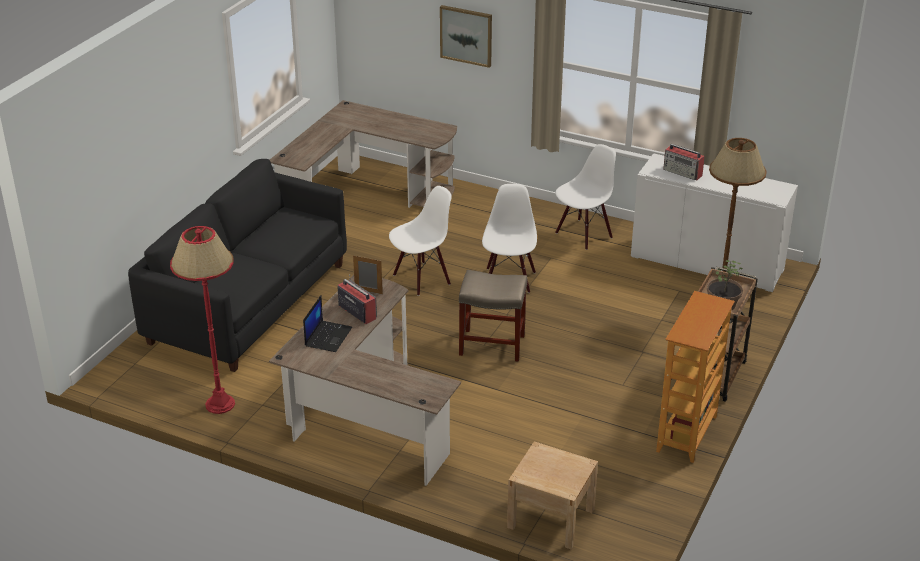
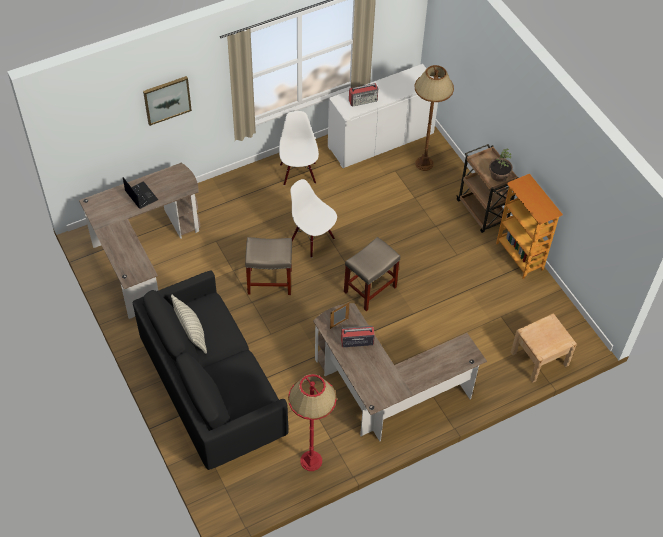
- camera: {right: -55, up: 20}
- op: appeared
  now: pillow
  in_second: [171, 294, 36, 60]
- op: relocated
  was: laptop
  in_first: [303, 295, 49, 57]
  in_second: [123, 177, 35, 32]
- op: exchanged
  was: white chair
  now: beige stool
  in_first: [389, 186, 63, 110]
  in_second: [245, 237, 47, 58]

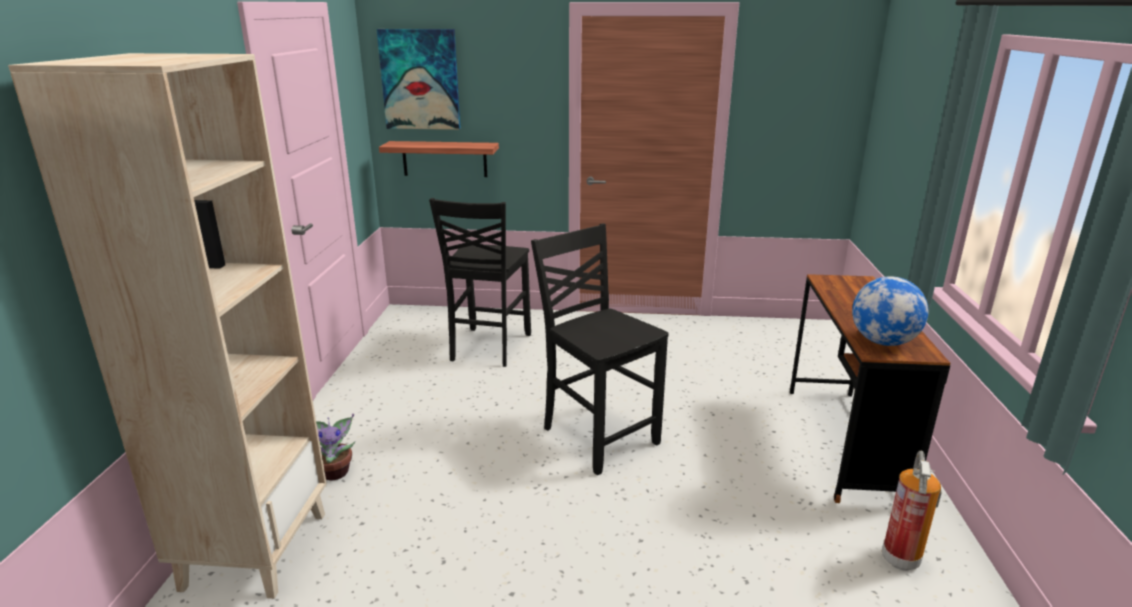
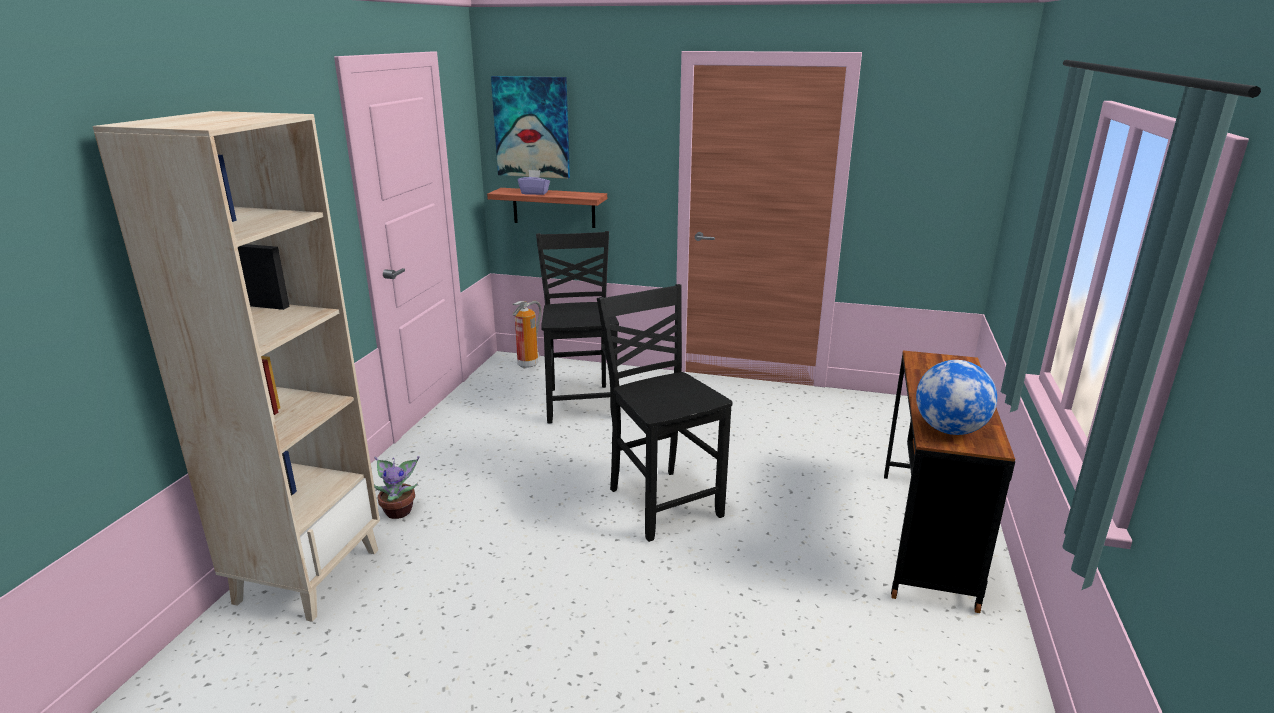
- camera: {right: 10, up: 0}
- op: appeared
  now: purple tissue box
  in_second: [518, 170, 32, 25]
- op: relocated
  was: fire extinguisher
  in_first: [882, 451, 59, 120]
  in_second: [513, 301, 29, 68]
- op: spun
  was: black chair
  in_first: [429, 198, 102, 169]
  in_second: [536, 231, 83, 192]
  clockwise: 150

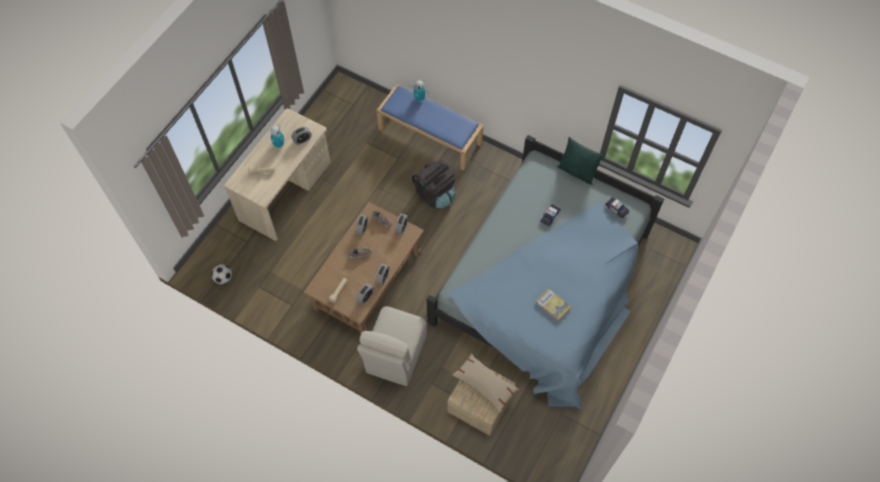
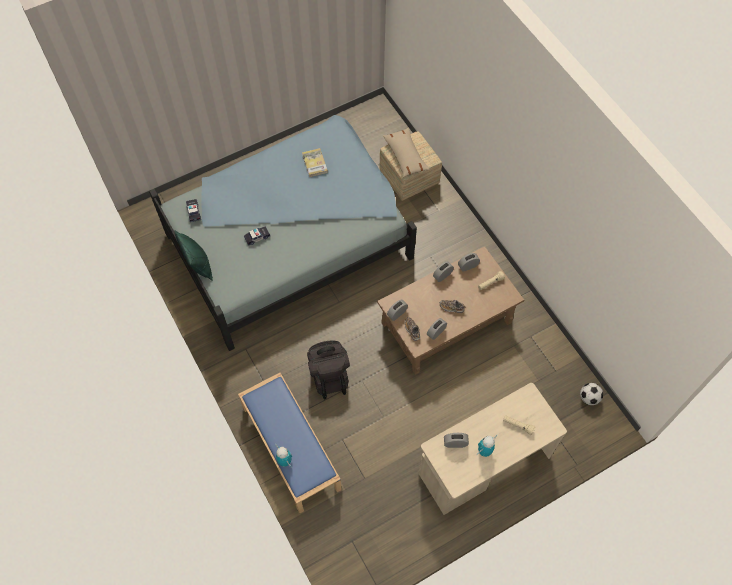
- camera: {right: -150, up: 0}
- op: missing
  was: beige chair
  in_first: [357, 306, 70, 80]

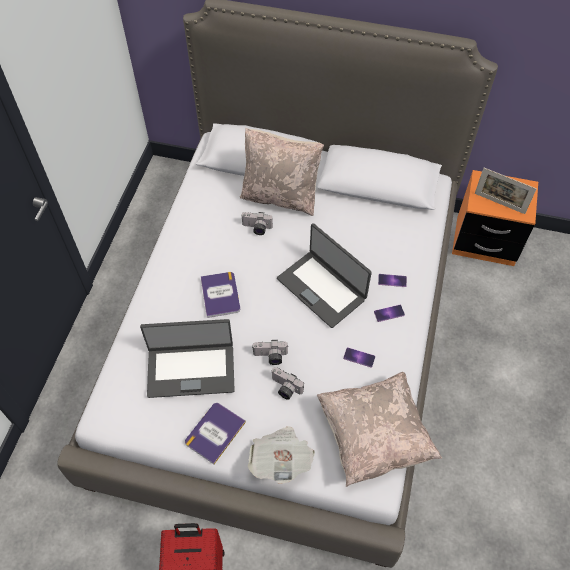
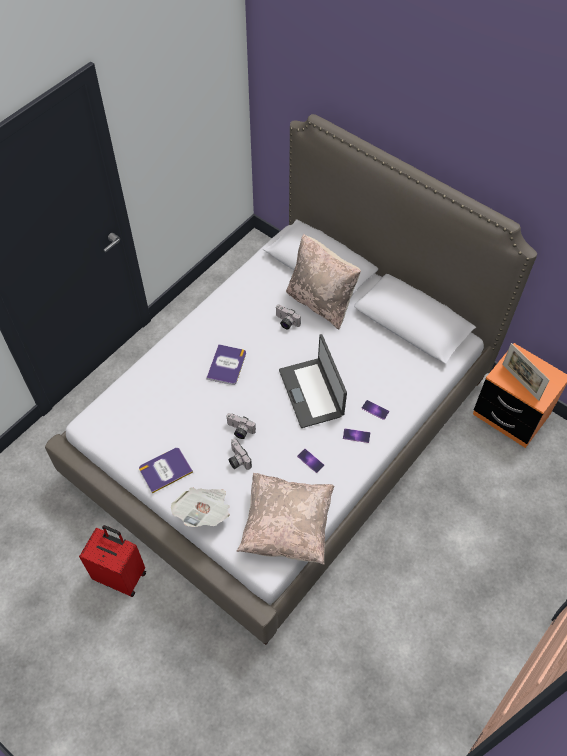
- camera: {right: 25, up: 0}
- op: missing
  was: laptop
  in_first: [140, 319, 95, 79]

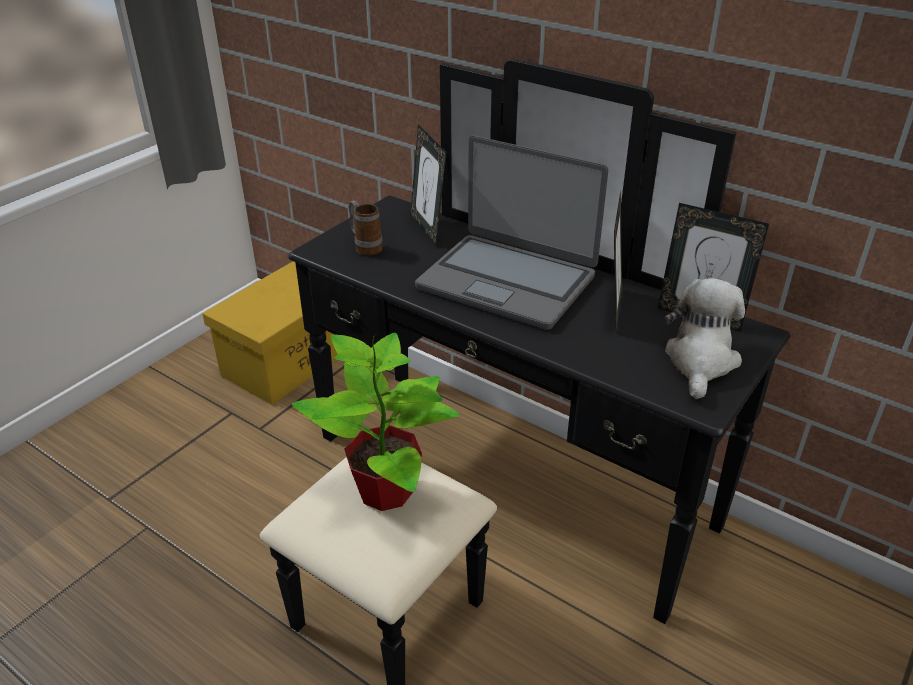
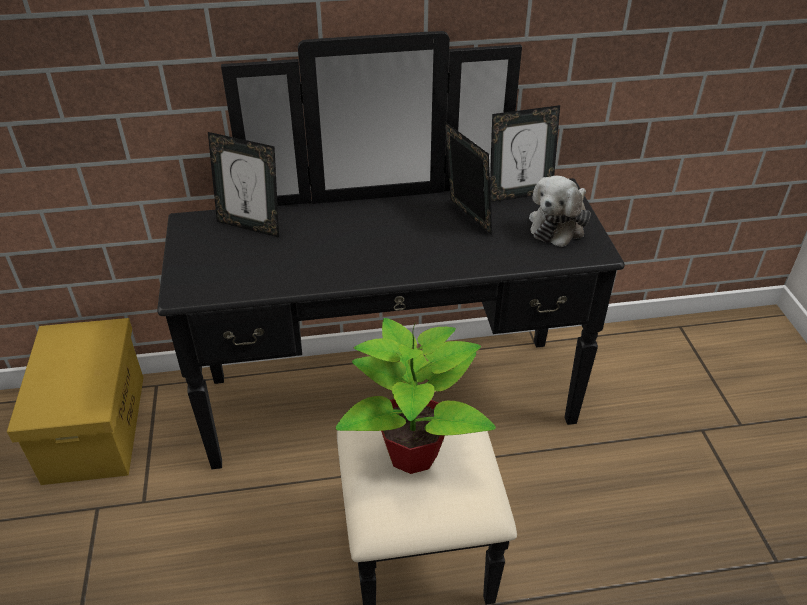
- camera: {right: -45, up: 5}
- op: missing
  was: mug
  in_first: [349, 201, 34, 55]
- op: missing
  was: laptop
  in_first: [415, 136, 193, 194]
- op: spun
  was: plush toy
  in_first: [665, 278, 80, 121]
  in_second: [529, 176, 62, 71]
  clockwise: -120

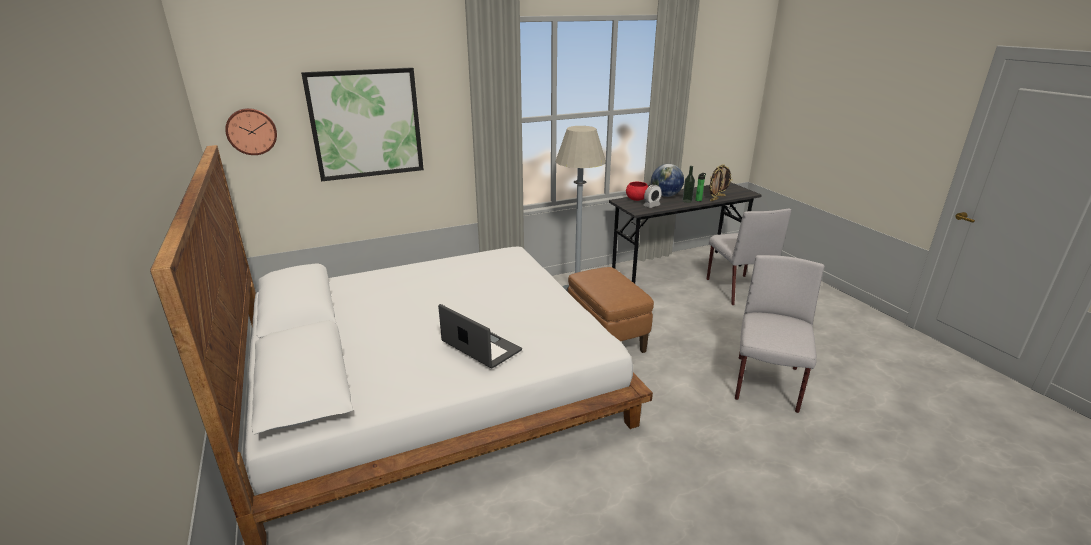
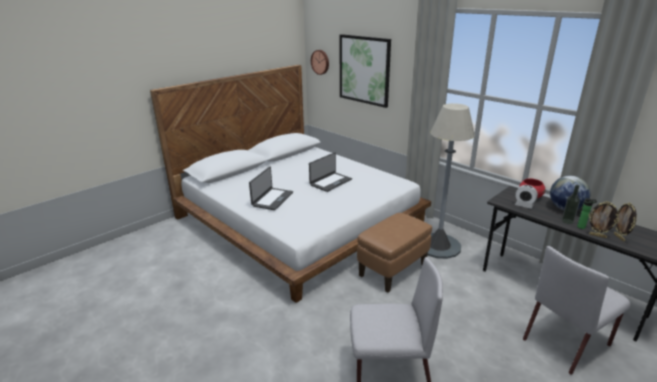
- camera: {right: 70, up: 0}
- op: appeared
  now: laptop
  in_second: [309, 152, 43, 40]

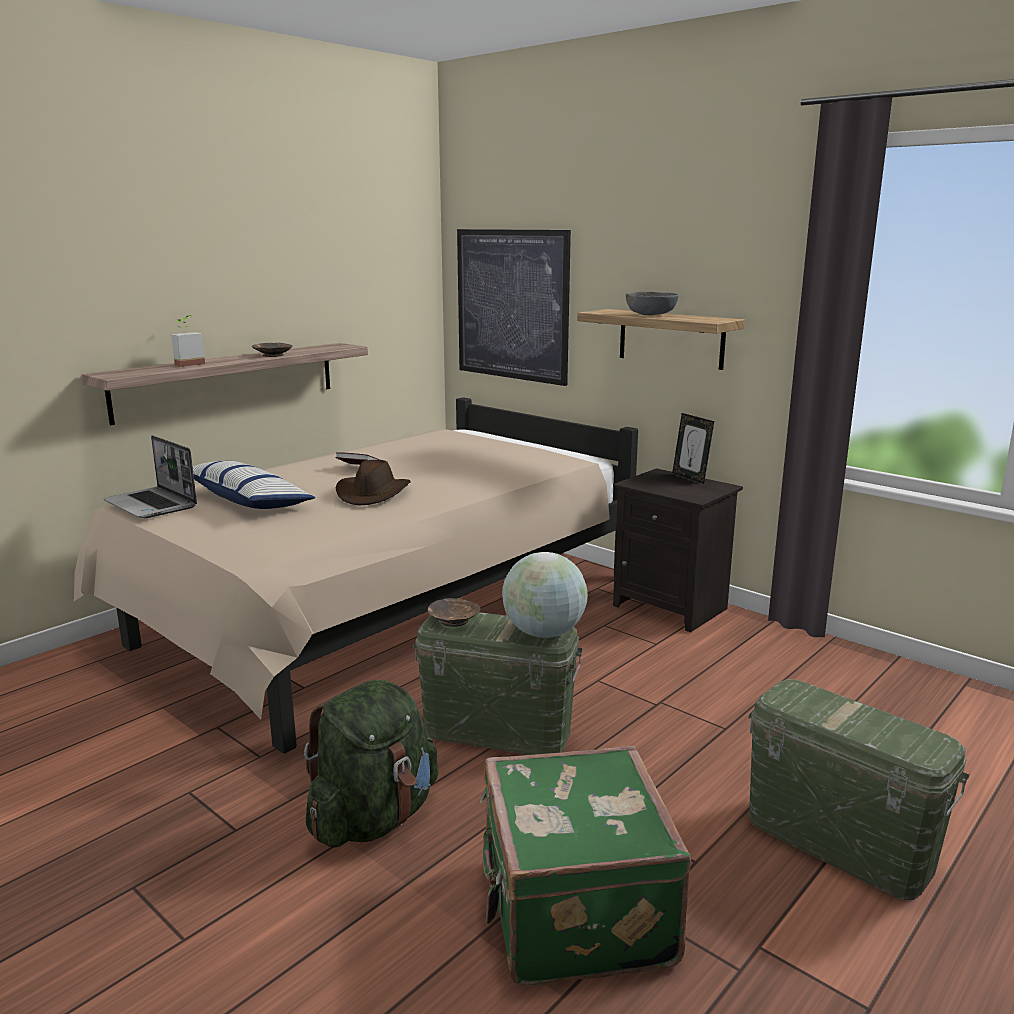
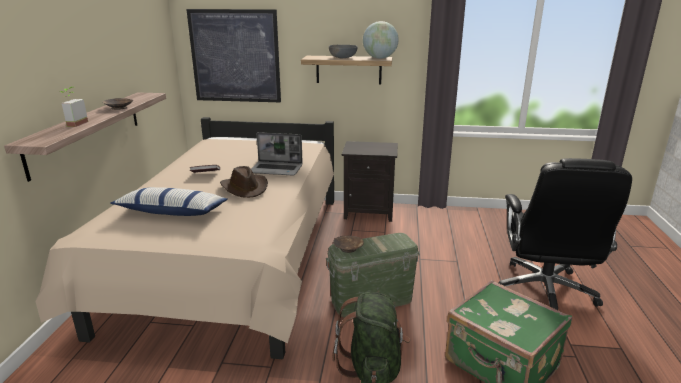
- camera: {right: -35, up: 5}
- op: missing
  was: picture frame
  in_first: [672, 413, 42, 71]
- op: relocated
  was: laptop
  in_first: [103, 435, 94, 83]
  in_second: [251, 132, 52, 44]
- op: relocated
  was: globe
  in_first: [502, 552, 86, 86]
  in_second: [363, 21, 36, 38]
- op: exchanged
  was: green storage box
  now: black office chair
  in_first: [748, 679, 222, 221]
  in_second: [498, 158, 134, 152]

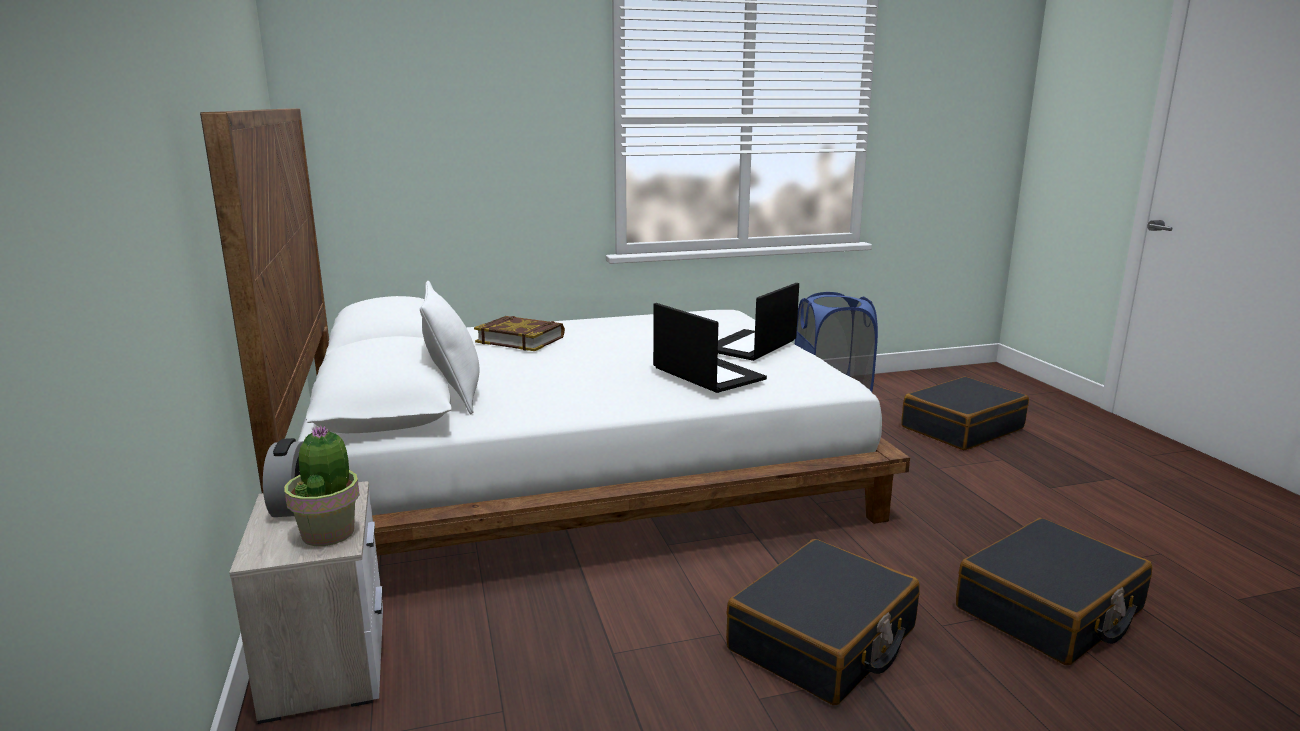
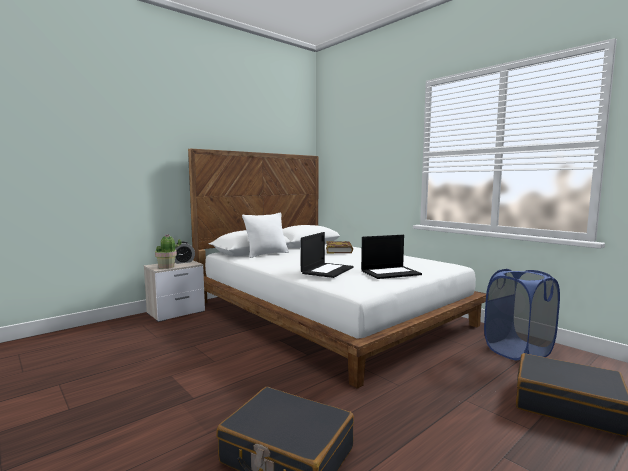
- camera: {right: 65, up: -10}
- op: missing
  was: black suitcase
  in_first: [726, 539, 194, 166]
- op: spun
  was: laptop
  in_first: [718, 283, 81, 78]
  in_second: [361, 235, 61, 44]
  clockwise: 150

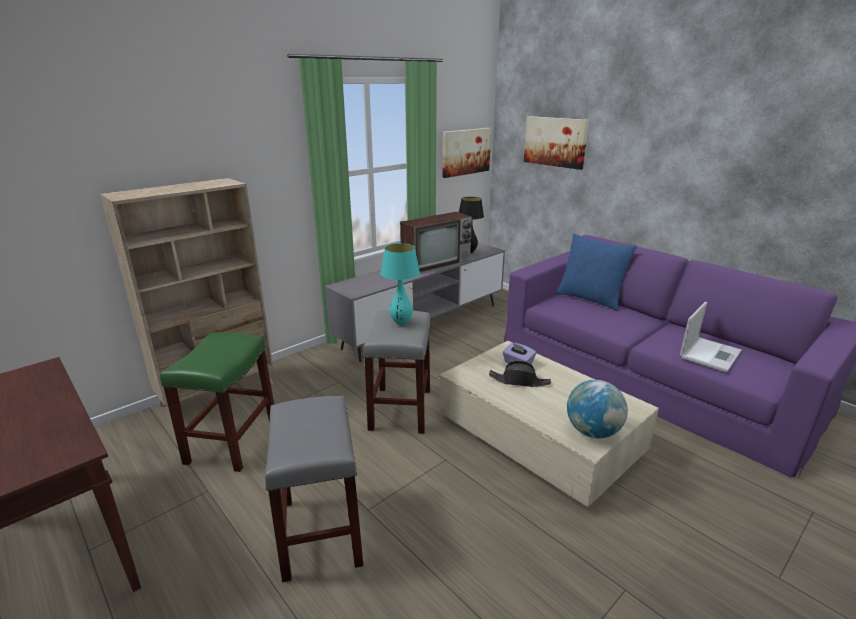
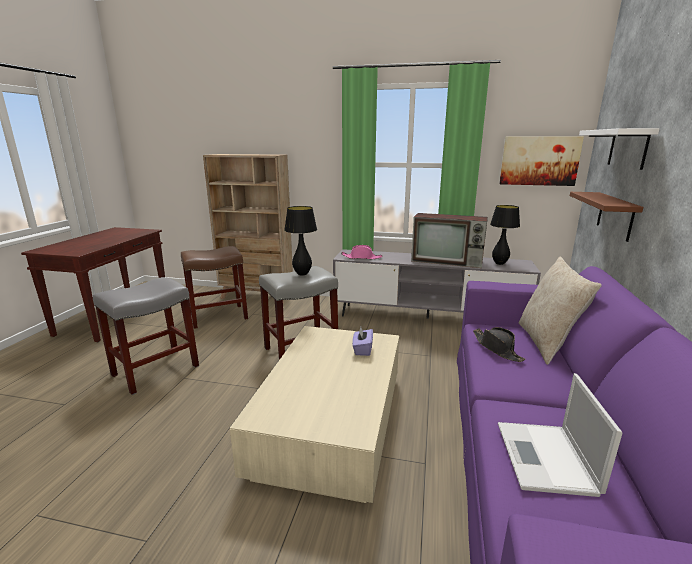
- camera: {right: 55, up: -5}
- op: missing
  was: globe
  in_first: [567, 380, 61, 58]
- op: appeared
  now: pink hat
  in_second: [341, 245, 42, 14]
- op: appeared
  now: brown shelf
  in_second: [570, 192, 73, 50]
- op: relocated
  was: black hat
  in_first: [489, 361, 62, 26]
  in_second: [473, 327, 52, 35]
- op: exchanged
  was: picture
  now: white shelf
  in_first: [524, 116, 65, 54]
  in_second: [579, 128, 81, 42]
- op: colour
  was: green stool
  now: brown stool
  in_first: [160, 332, 114, 140]
  in_second: [181, 246, 67, 83]
- op: colour
  was: turquoise table lamp
  now: black table lamp
  in_first: [381, 243, 39, 82]
  in_second: [284, 206, 33, 70]
- op: colour
  was: blue pillow
  now: beige pillow
  in_first: [556, 234, 81, 77]
  in_second: [519, 257, 83, 108]
- op: spun
  was: laptop
  in_first: [680, 302, 62, 70]
  in_second: [498, 373, 125, 124]
  clockwise: 90

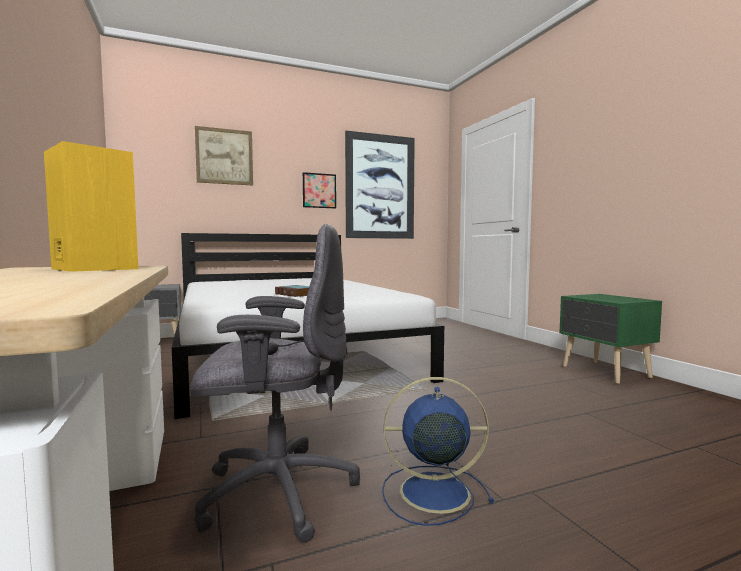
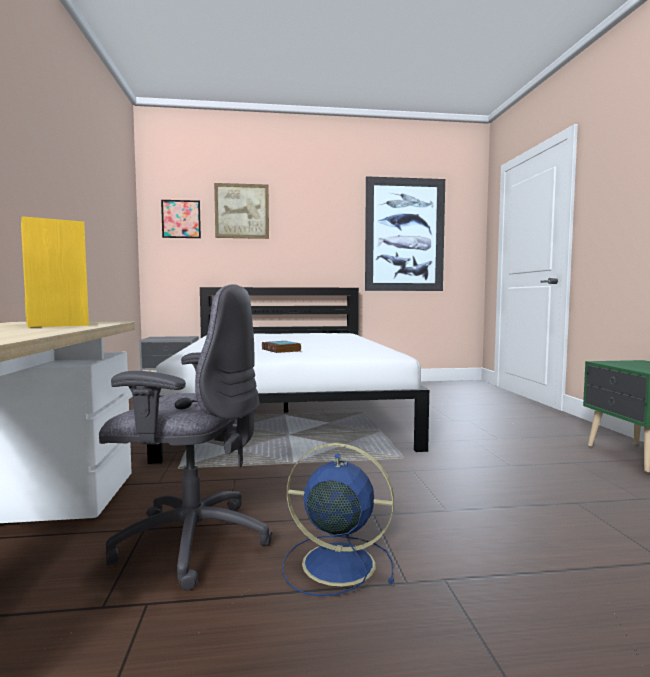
- camera: {right: 15, up: 0}
- op: relocated
  was: picture
  in_first: [303, 172, 33, 36]
  in_second: [161, 200, 40, 38]

